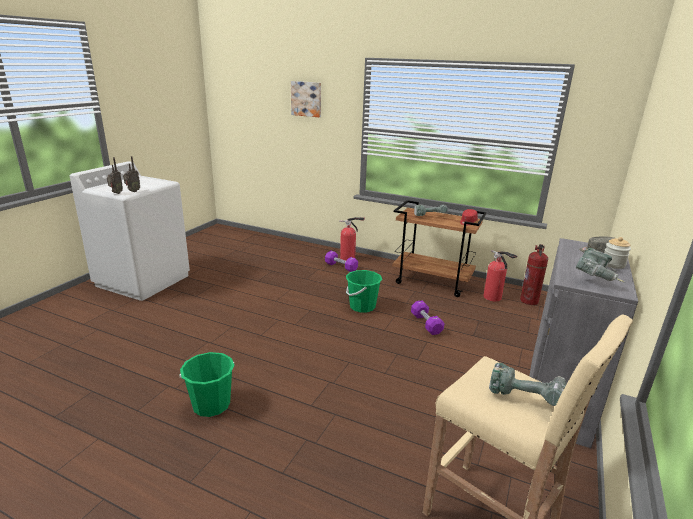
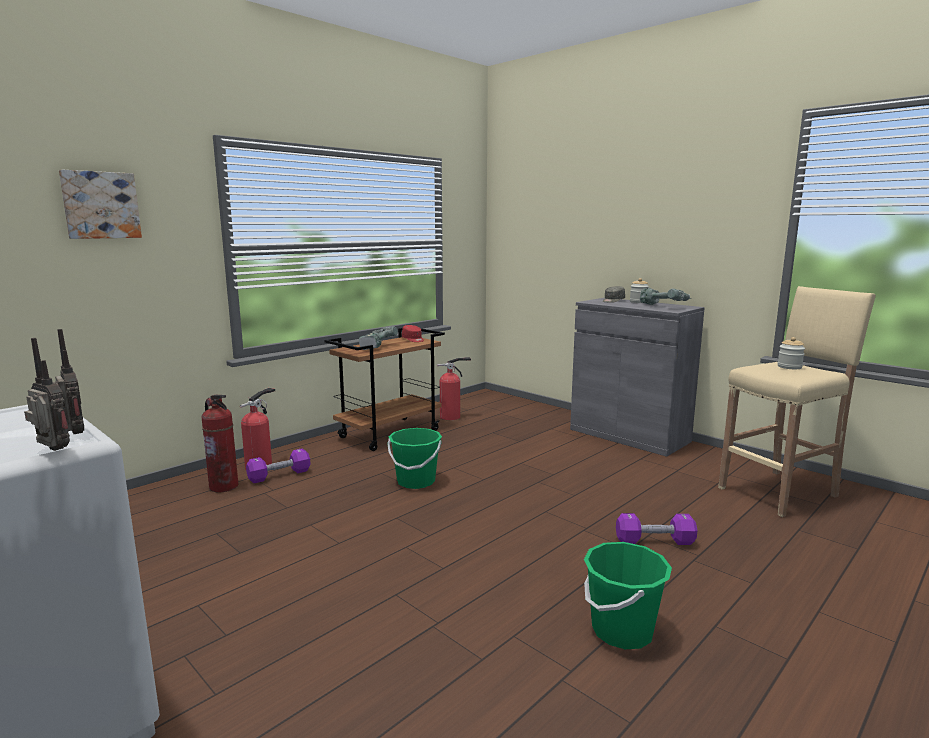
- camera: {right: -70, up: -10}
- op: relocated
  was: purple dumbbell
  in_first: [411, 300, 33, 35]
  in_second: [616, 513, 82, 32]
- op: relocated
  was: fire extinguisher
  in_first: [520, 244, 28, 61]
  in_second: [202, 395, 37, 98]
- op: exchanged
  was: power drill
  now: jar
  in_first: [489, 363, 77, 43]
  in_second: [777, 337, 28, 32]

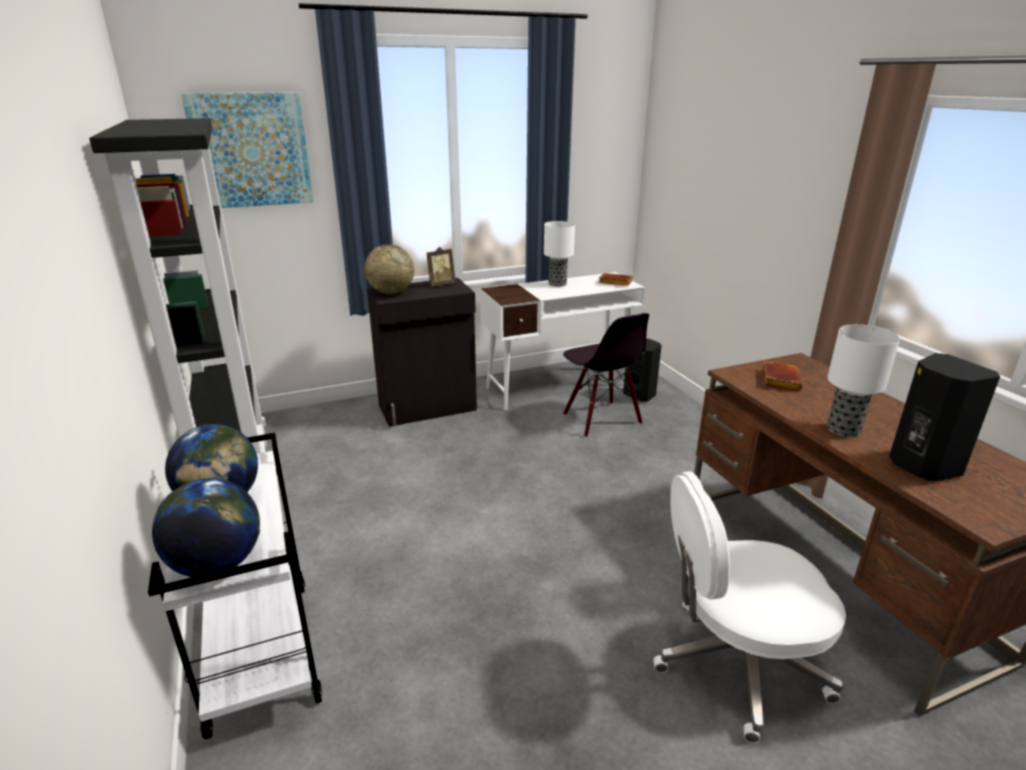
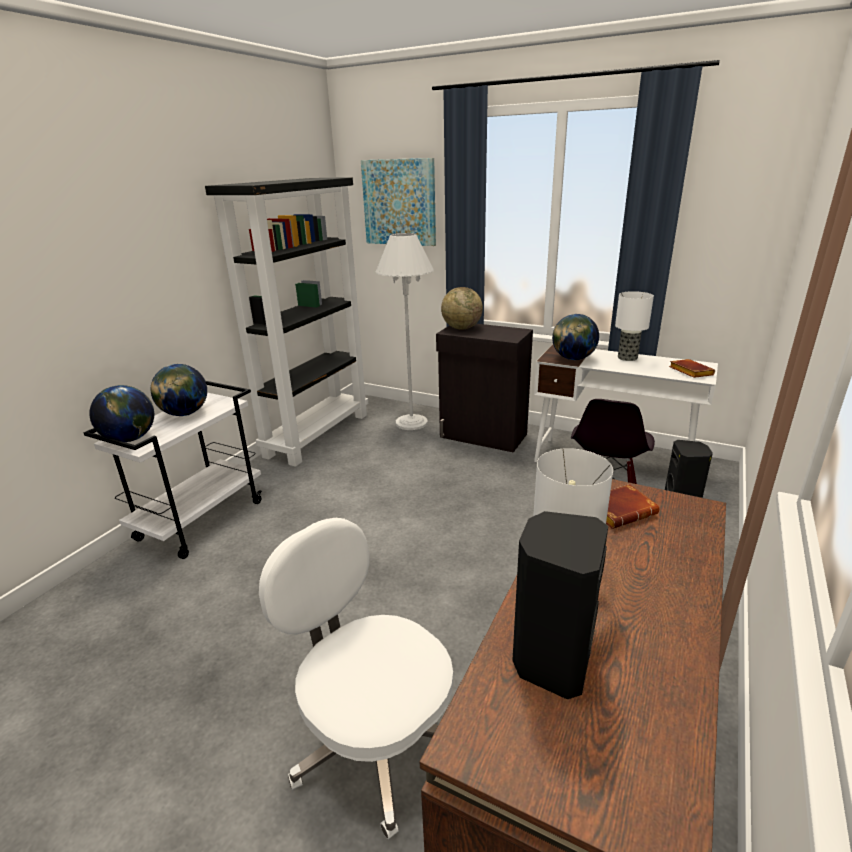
- camera: {right: 50, up: 0}
- op: missing
  was: picture frame
  in_first: [426, 247, 29, 40]
- op: appeared
  now: white floor lamp
  in_second: [376, 233, 58, 197]
- op: appeared
  now: globe
  in_second: [552, 314, 47, 46]

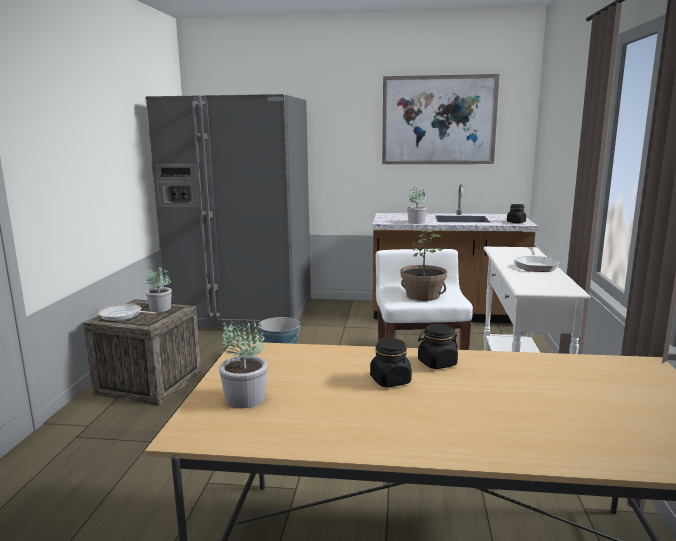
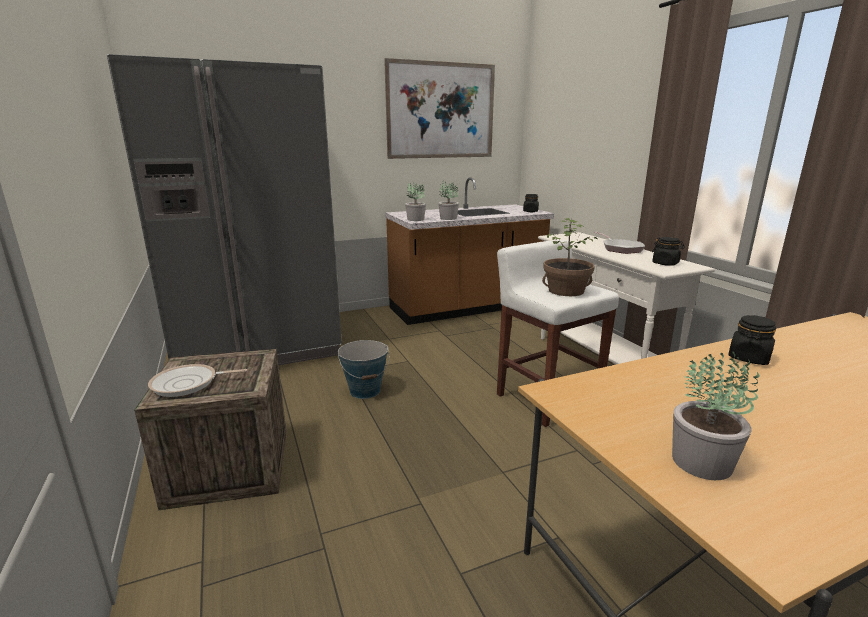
- camera: {right: -30, up: 5}
- op: relocated
  was: potted plant
  in_first: [146, 266, 26, 46]
  in_second: [405, 183, 21, 38]
- op: relocated
  was: black jar
  in_first: [370, 338, 42, 49]
  in_second: [652, 237, 33, 29]

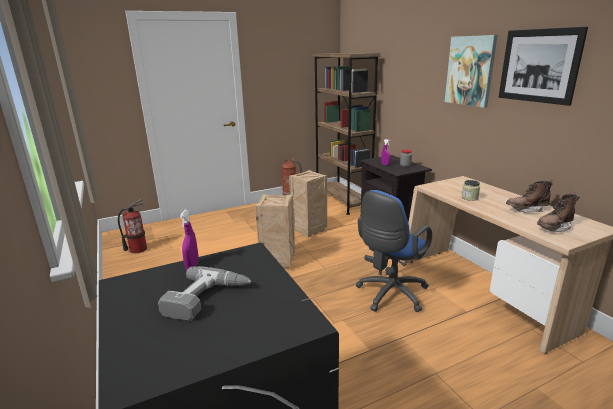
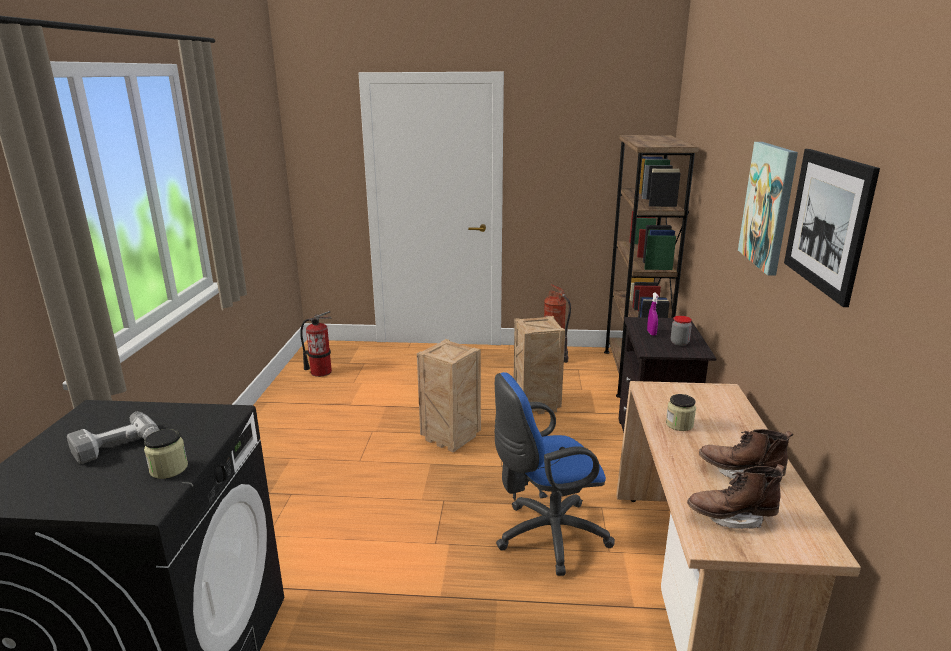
- camera: {right: 30, up: 0}
- op: missing
  was: purple spray bottle
  in_first: [180, 210, 19, 60]
- op: appeared
  now: jar
  in_second: [144, 429, 44, 50]

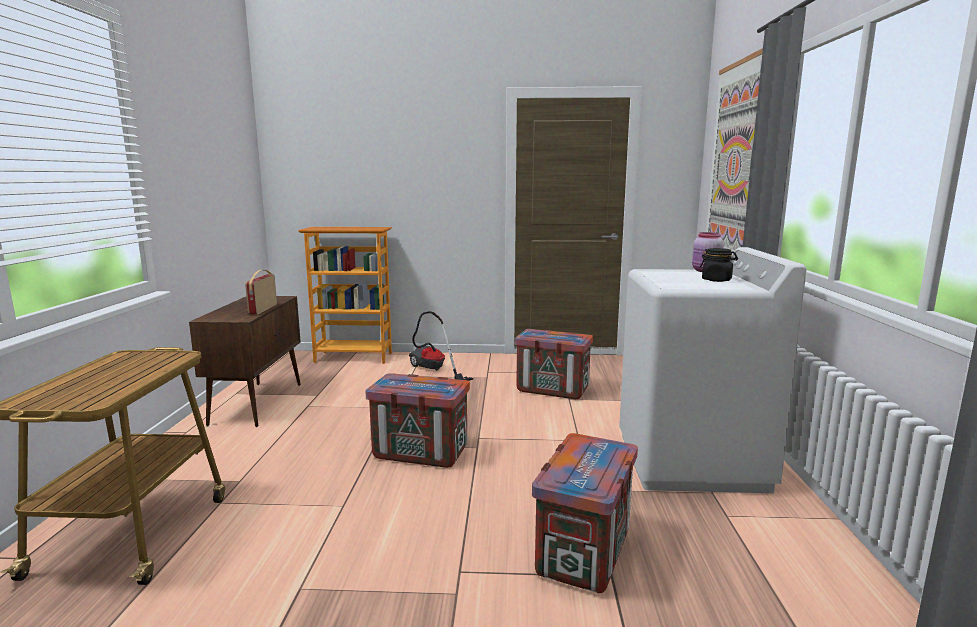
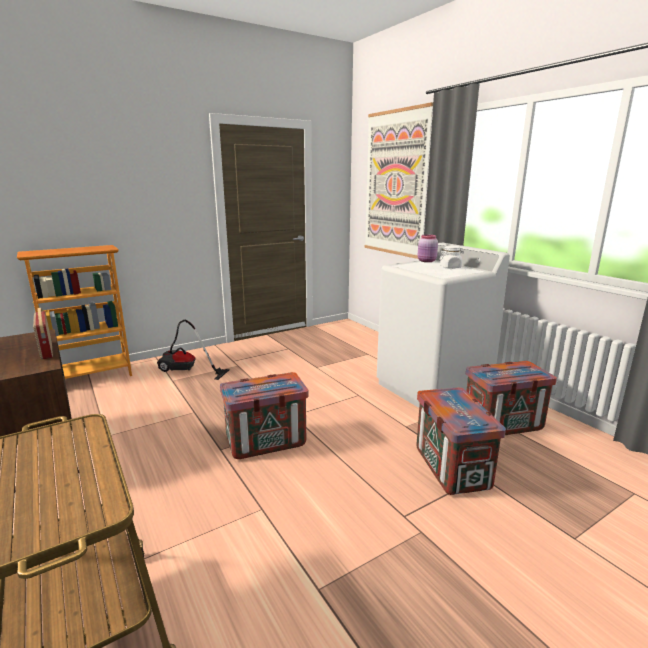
- camera: {right: -35, up: 5}
- op: relocated
  was: crate
  in_first: [515, 329, 78, 70]
  in_second: [466, 361, 91, 74]
- op: colour
  was: black jar
  now: white jar
  in_first: [700, 248, 38, 34]
  in_second: [440, 246, 24, 23]

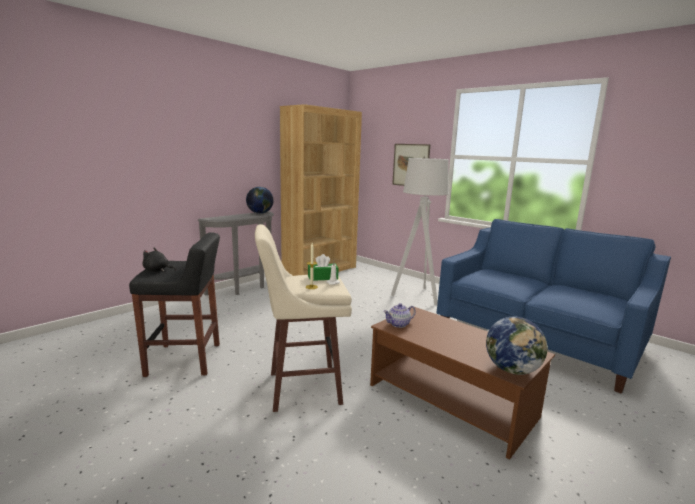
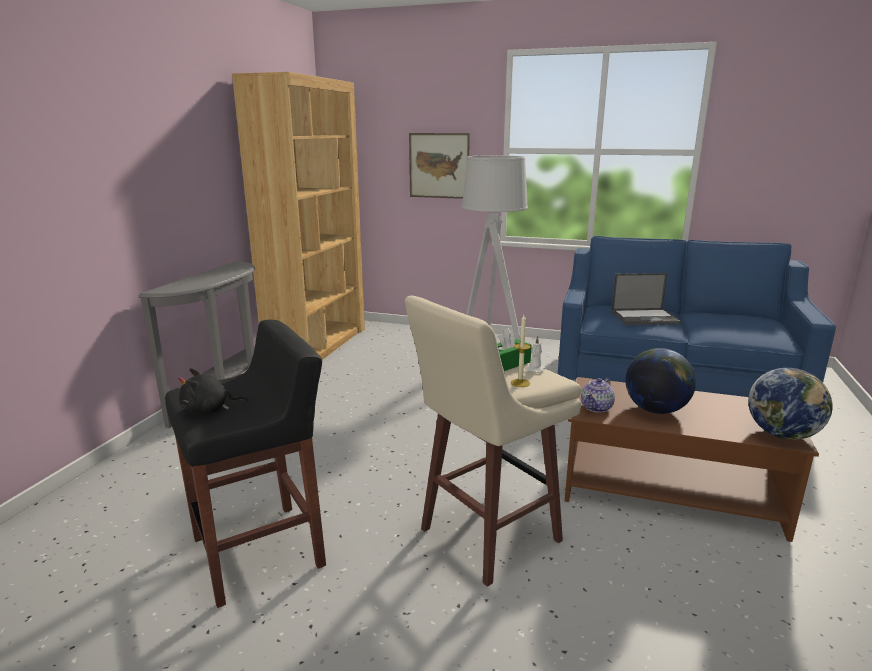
- camera: {right: -25, up: 5}
- op: appeared
  now: laptop
  in_second: [611, 273, 70, 52]
- op: relocated
  was: globe
  in_first: [246, 187, 28, 27]
  in_second: [625, 348, 71, 66]

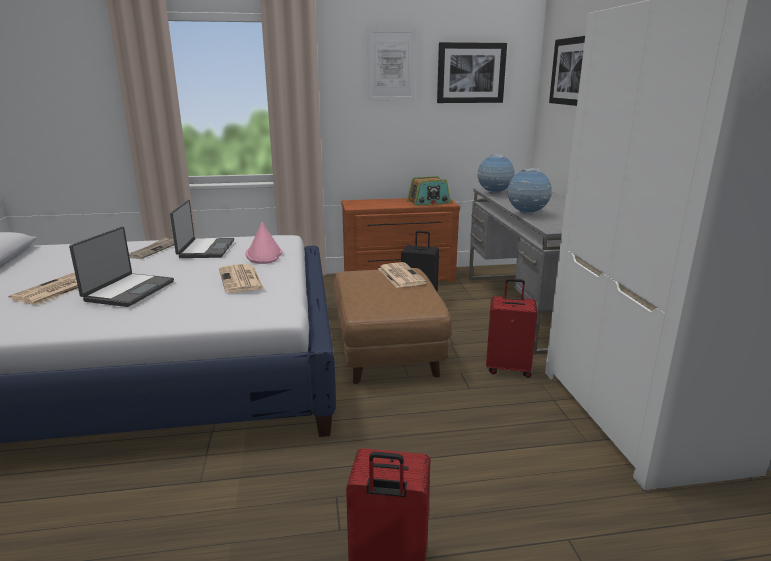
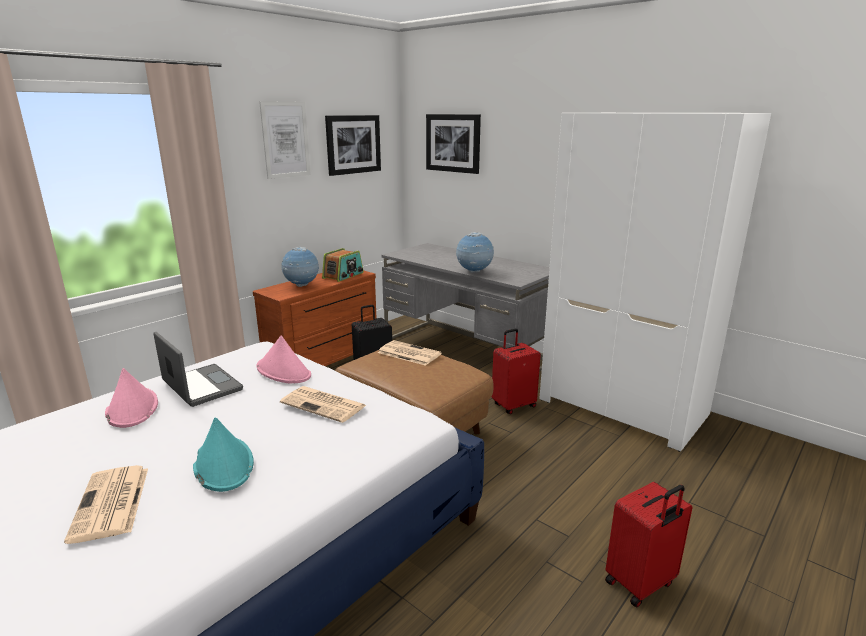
- camera: {right: -40, up: 0}
- op: relocated
  was: globe
  in_first: [477, 154, 38, 40]
  in_second: [281, 247, 38, 40]
- op: exchanged
  was: laptop
  now: turquoise hat
  in_first: [69, 227, 105, 80]
  in_second: [193, 417, 61, 75]
- op: exchanged
  was: newspaper
  now: pink hat
  in_first: [129, 237, 45, 22]
  in_second: [105, 368, 53, 60]

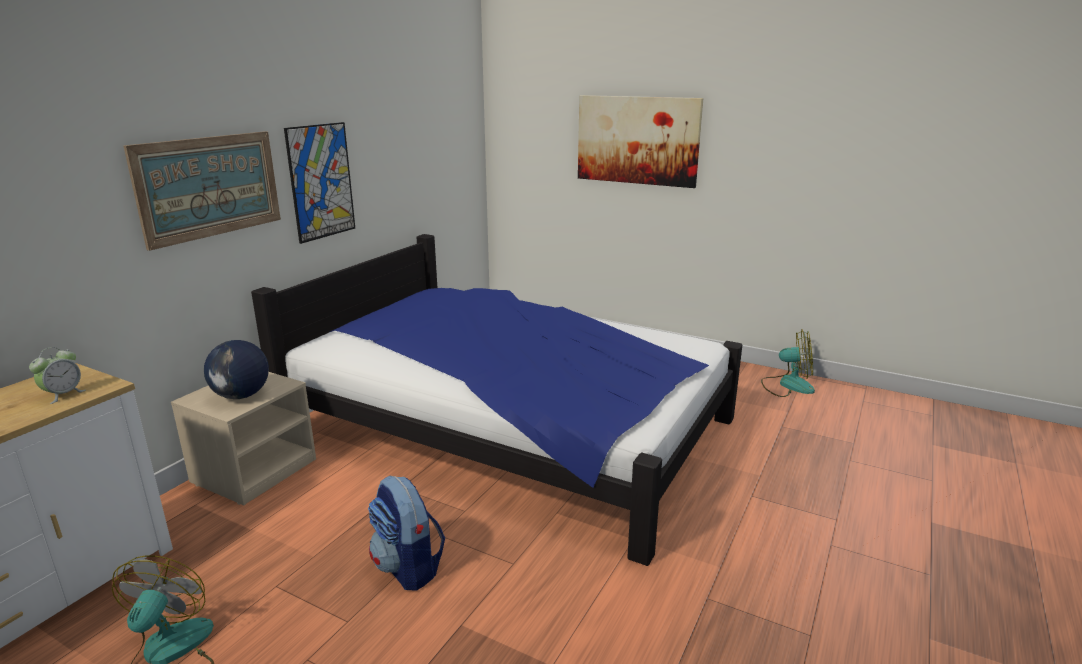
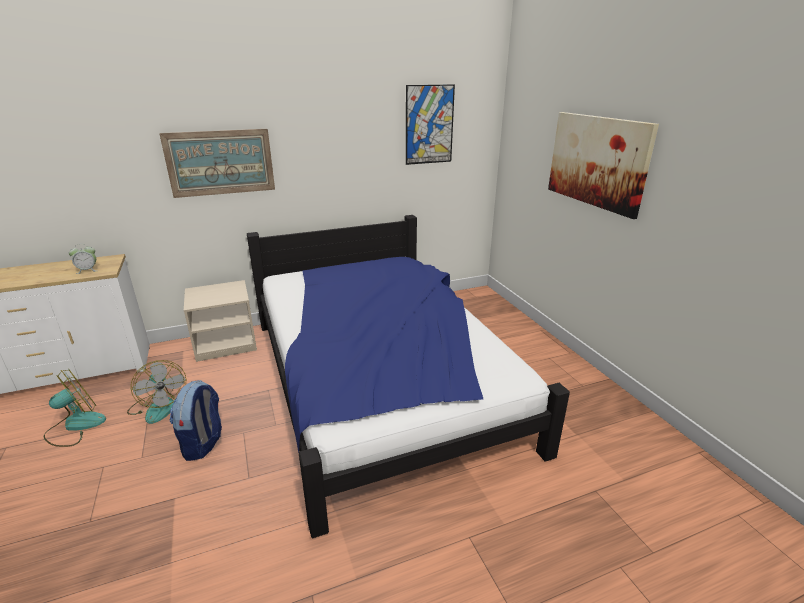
- camera: {right: 40, up: 5}
- op: missing
  was: globe
  in_first: [204, 340, 65, 59]
- op: relocated
  was: picture
  in_first: [284, 122, 71, 122]
  in_second: [406, 84, 49, 81]
- op: relocated
  was: fan
  in_first: [761, 329, 54, 68]
  in_second: [127, 360, 59, 64]

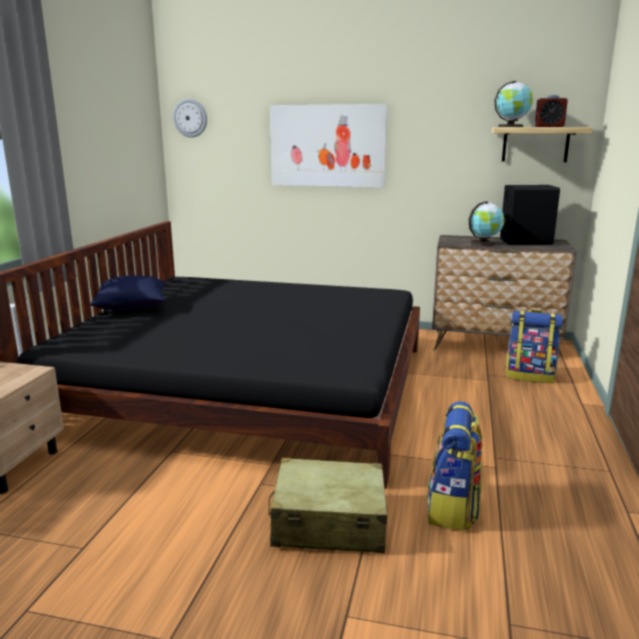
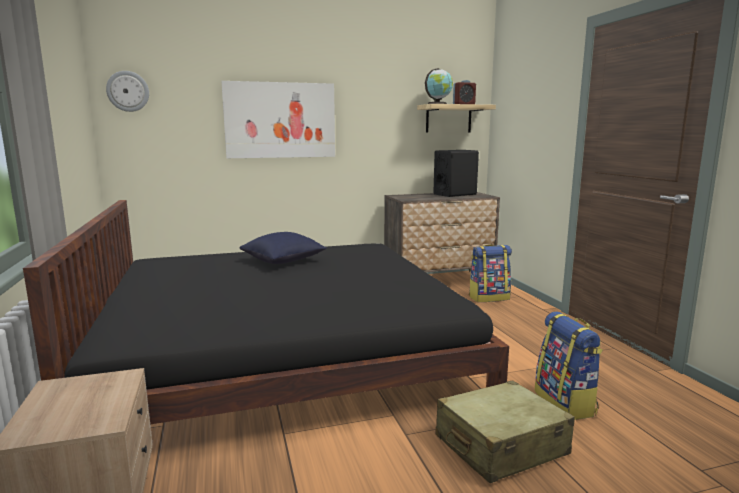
- camera: {right: -30, up: -5}
- op: missing
  was: globe
  in_first: [469, 201, 36, 45]
- op: relocated
  was: blue pillow
  in_first: [90, 275, 76, 35]
  in_second: [240, 232, 87, 32]

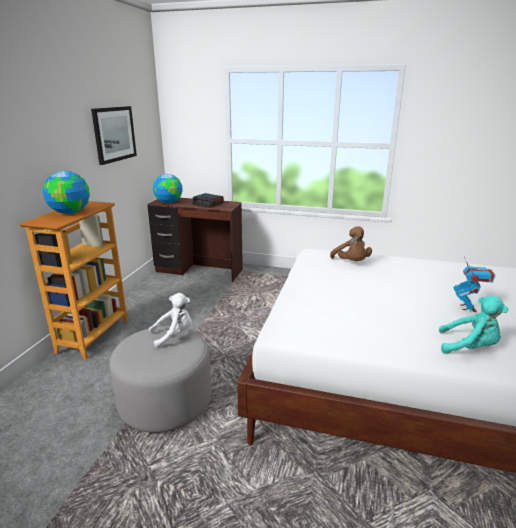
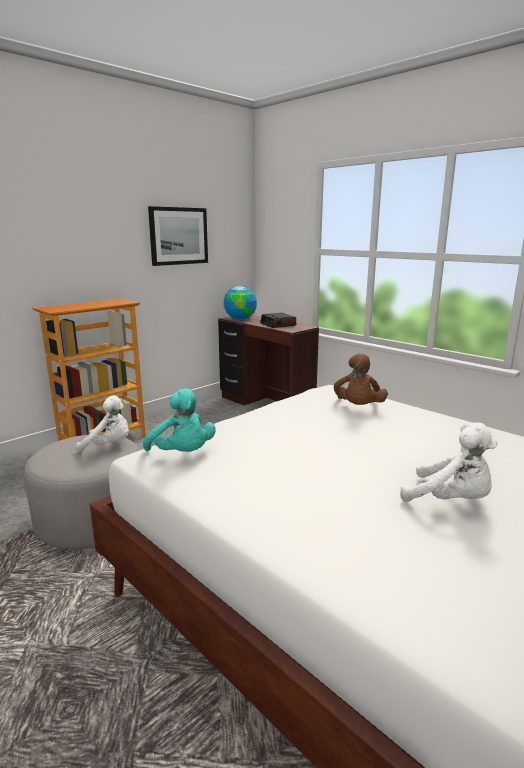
- camera: {right: 30, up: -5}
- op: missing
  was: globe
  in_first: [42, 171, 48, 43]
- op: relocated
  was: turquoise plush toy
  in_first: [439, 296, 69, 58]
  in_second: [143, 389, 73, 63]
- op: exchanged
  was: toy robot
  now: white plush toy
  in_first: [454, 257, 42, 55]
  in_second: [400, 422, 98, 80]

